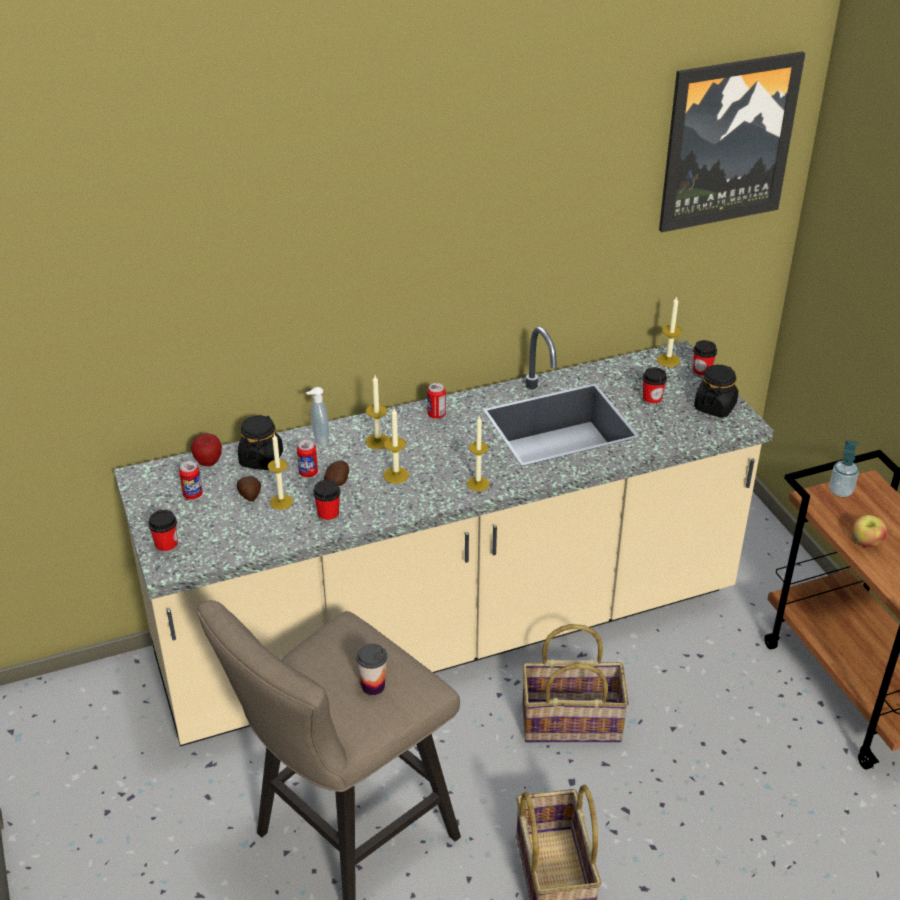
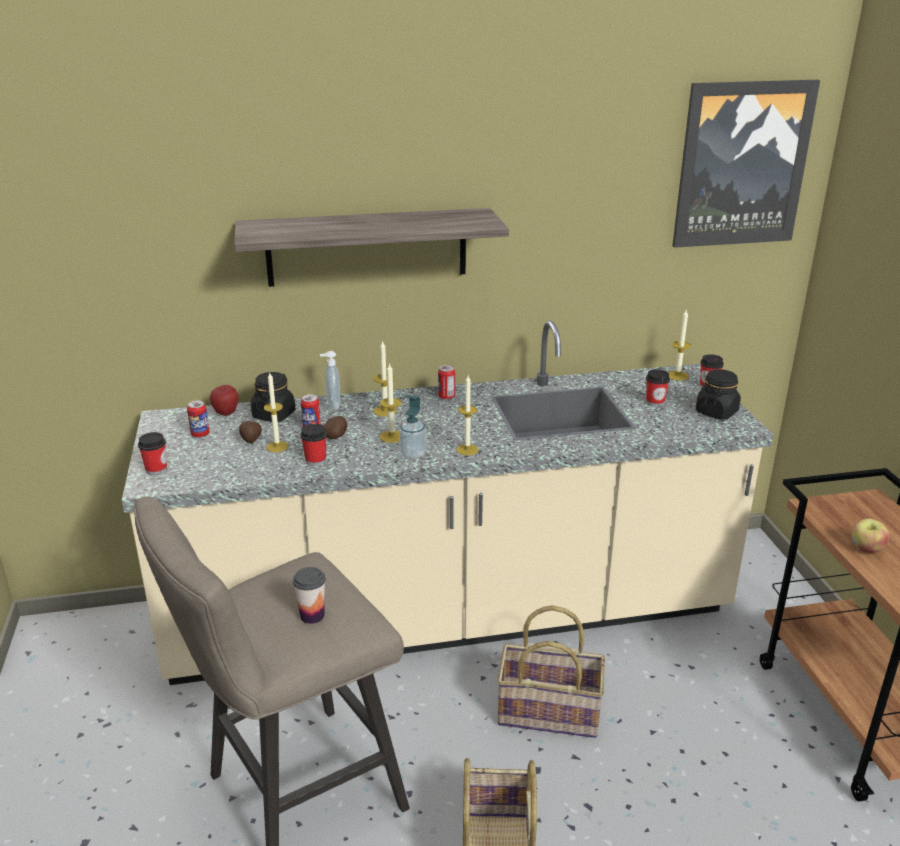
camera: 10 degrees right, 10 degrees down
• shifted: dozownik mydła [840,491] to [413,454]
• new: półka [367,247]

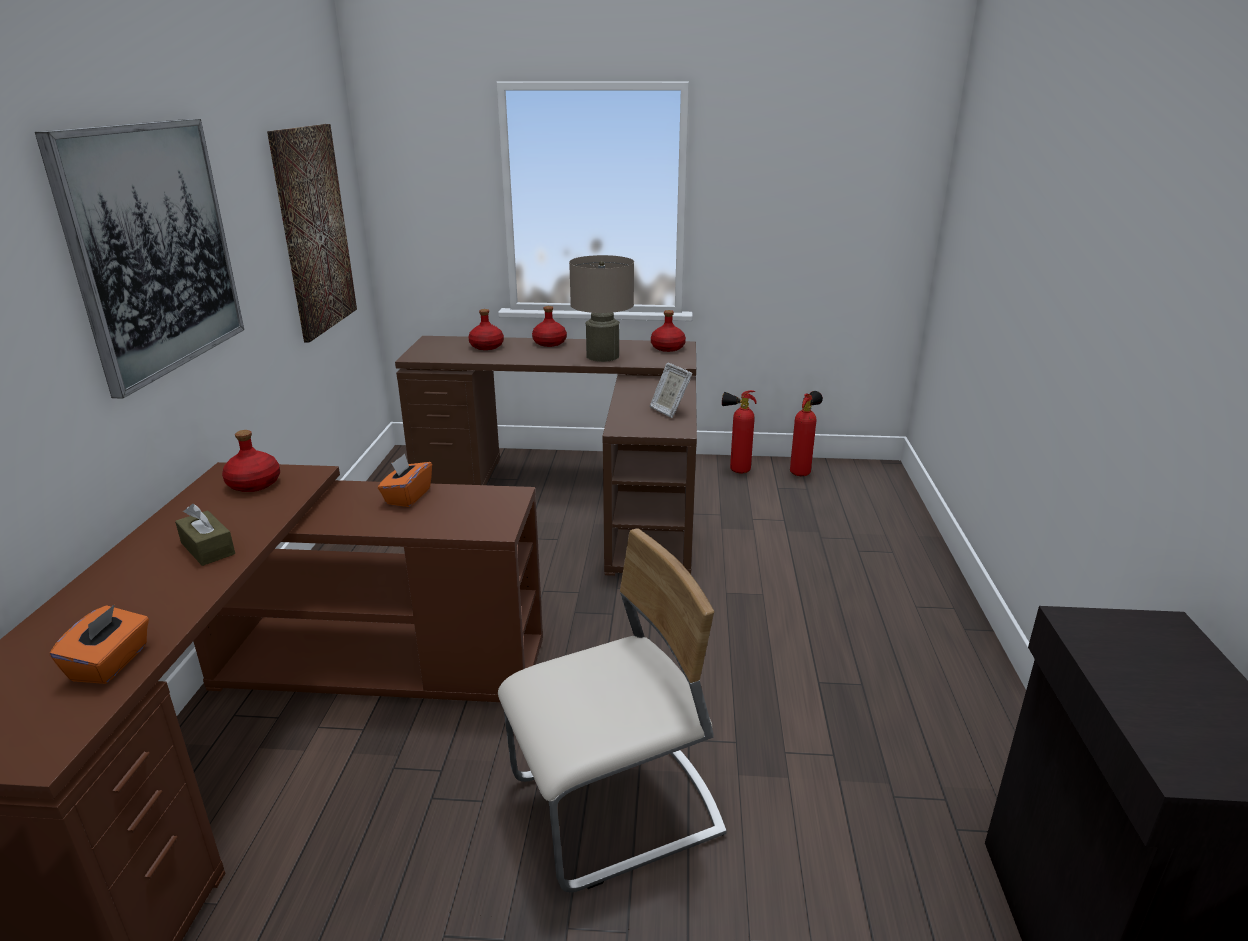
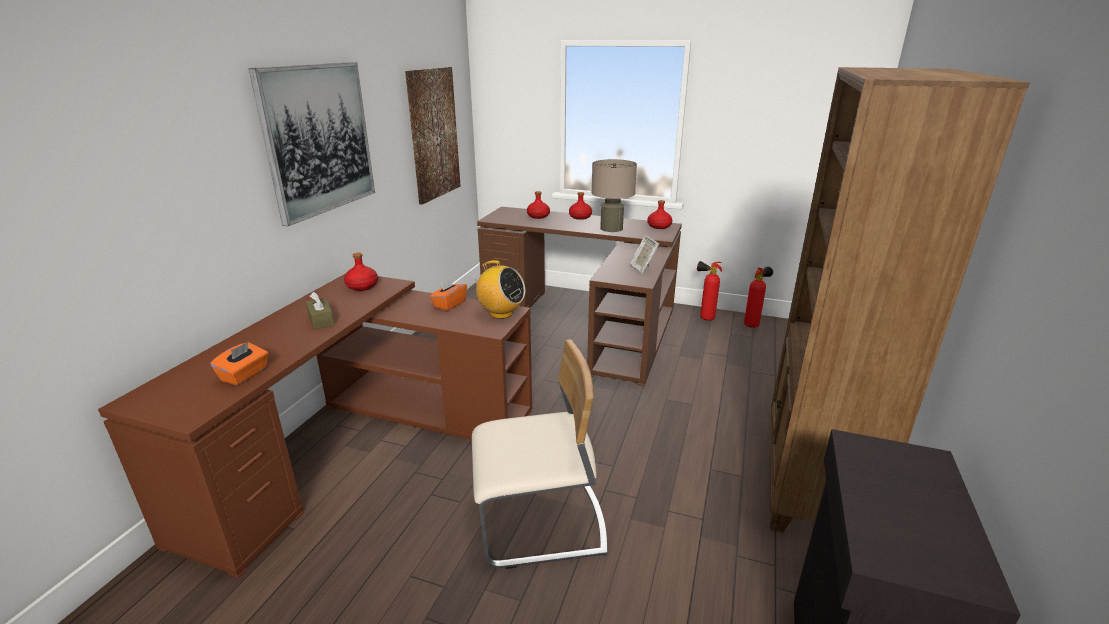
camera: 15 degrees right, 0 degrees up
• new: radio [501,313]
• new: regał (brązowy) [810,480]

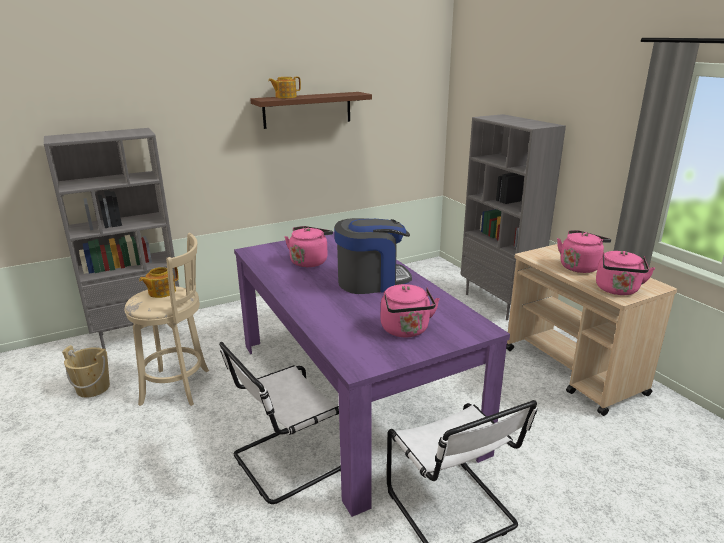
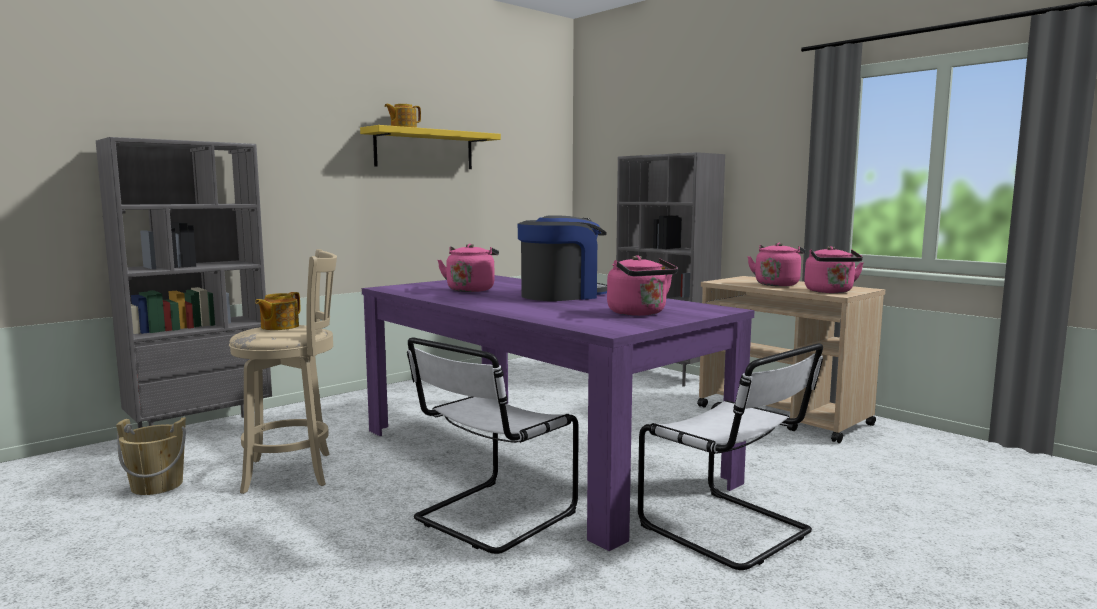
camera: 15 degrees left, 15 degrees down
• repainted: półka (brązowy) [307,110] to półka (żółty) [424,149]

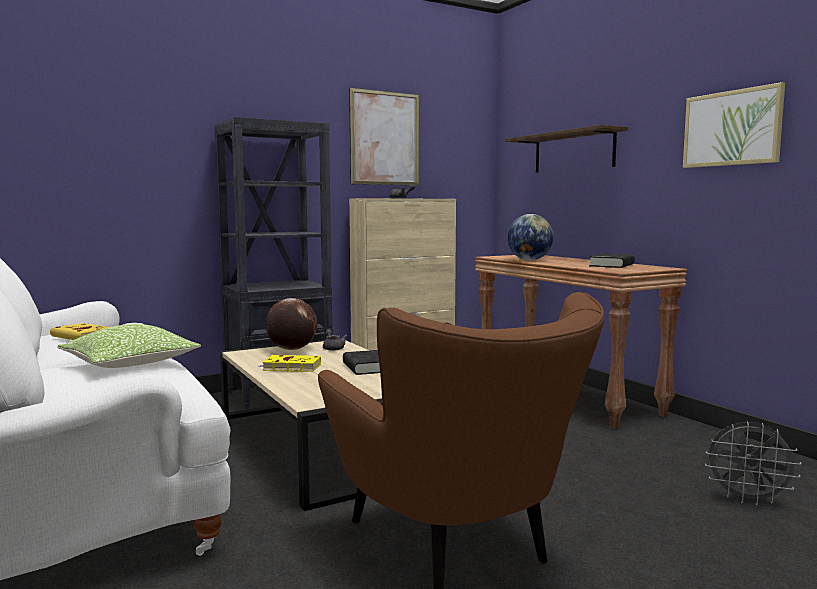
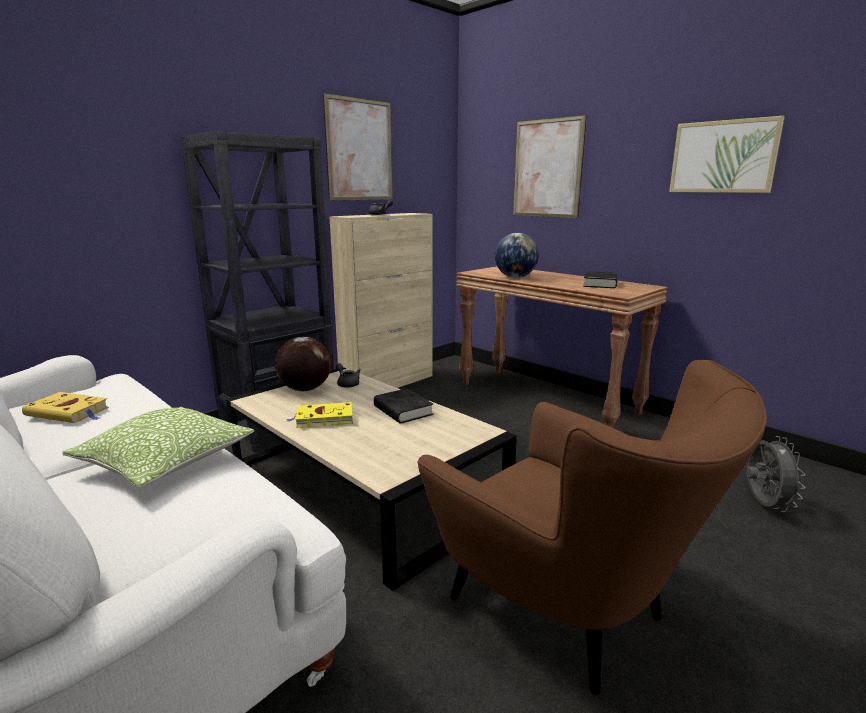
camera: 15 degrees left, 10 degrees up
• swapped: półka [573,152] to obraz [547,168]
• rotated: wentylator (szary) [747,500] = [763,505] 90 degrees counterclockwise

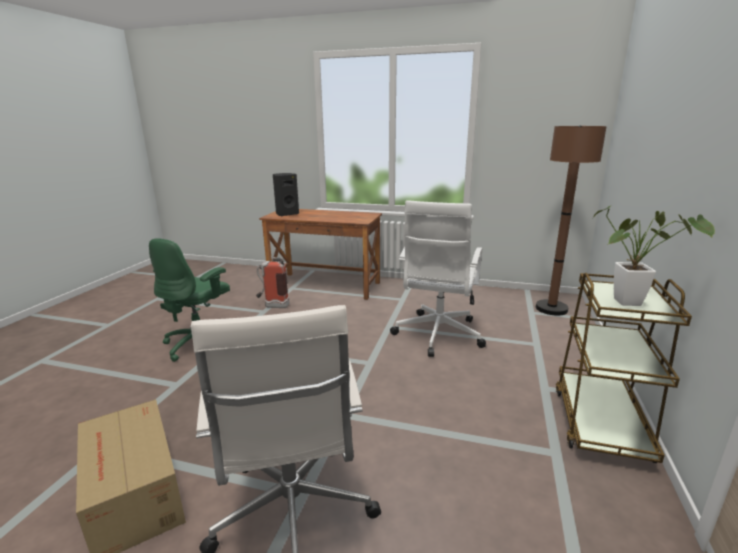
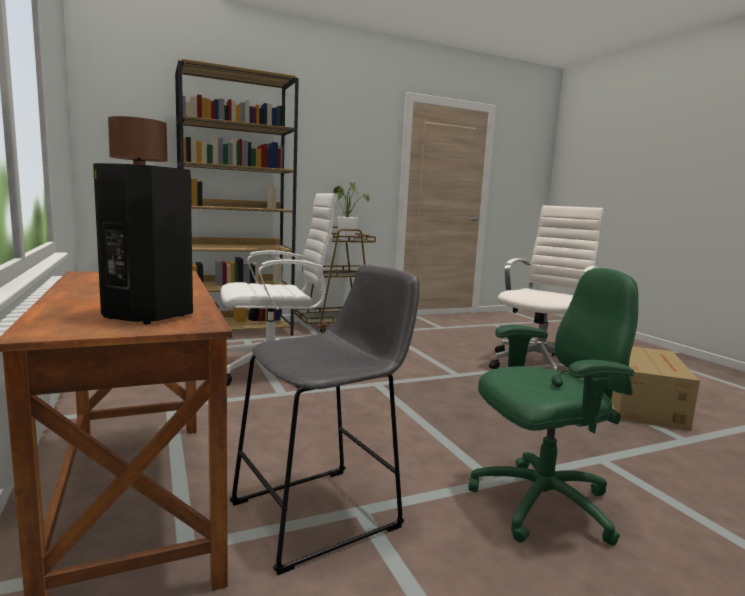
camera: 130 degrees left, 10 degrees down
• swapped: gaśnica [273,306] to stołek (szary) [324,513]
• new: regał (brązowy) [237,331]

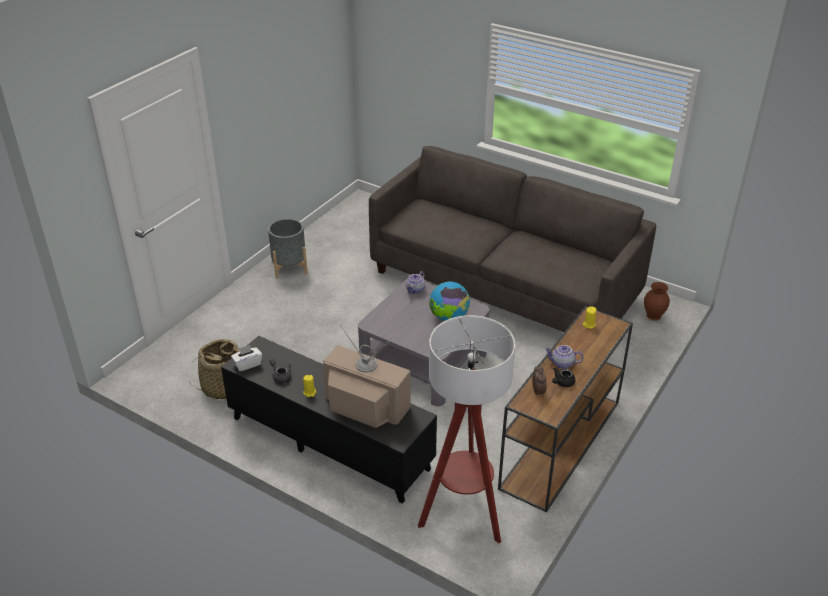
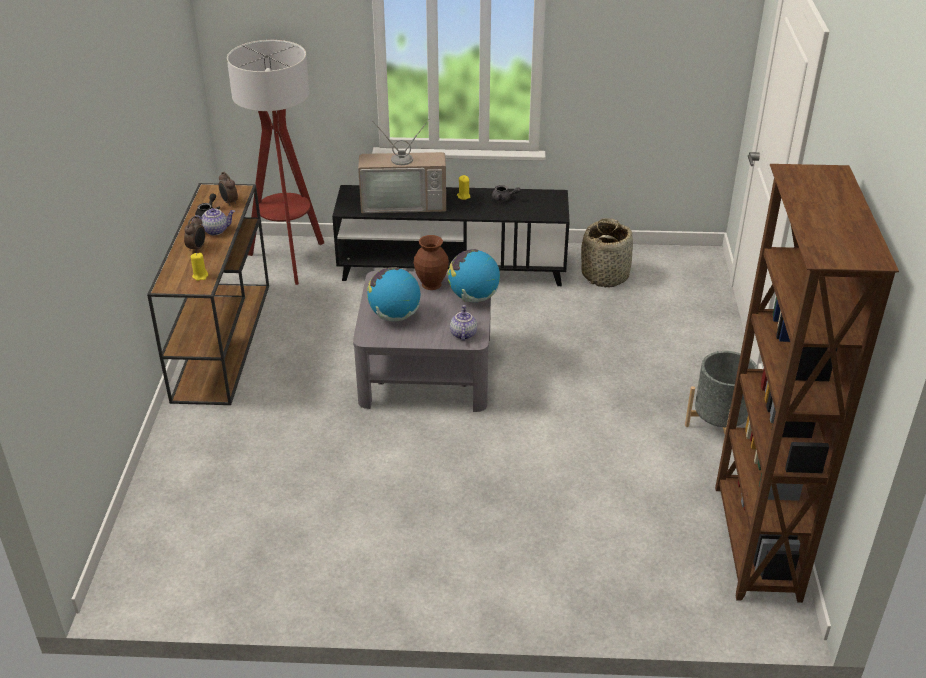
camera: 150 degrees right, 0 degrees up
• gone: pudełko chusteczek (biały) [247,364]
• gone: kanapa (szary) [504,285]
• shifted: wazon (brązowy) [653,316] to [432,284]
• new: budzik [197,248]
• new: globus [473,297]
• new: regał (brązowy) [755,543]

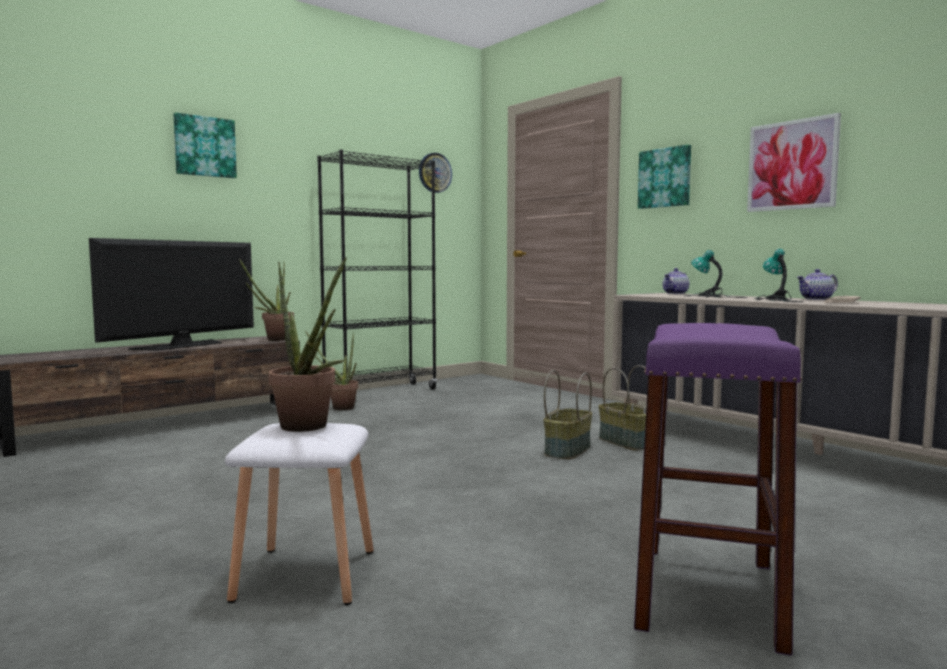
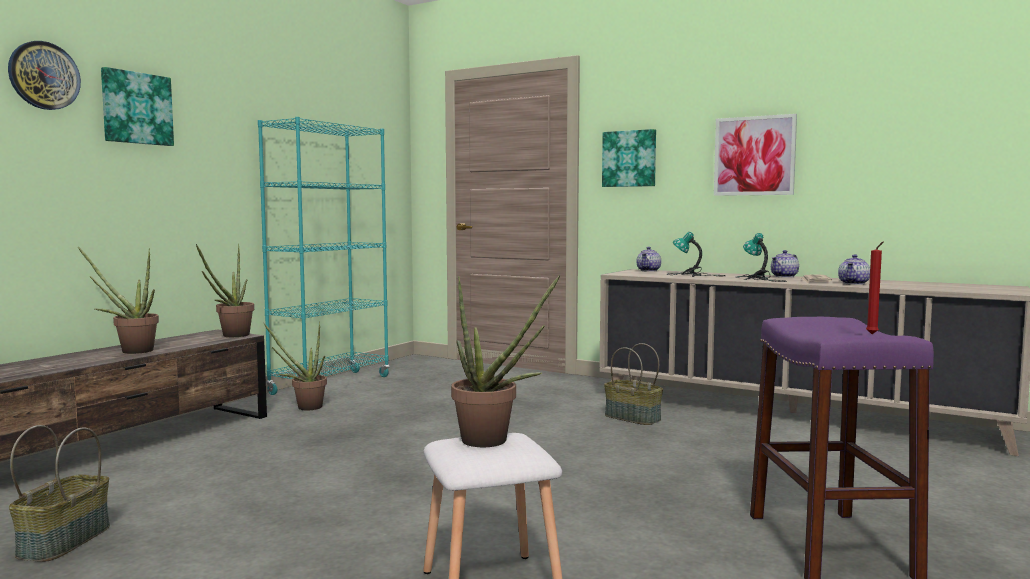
camera: 20 degrees left, 0 degrees up
• swapped: telewizor [181,345] to roślina doniczkowa [130,351]
• repainted: regał (czarny) [381,392] to regał (turkusowy) [331,385]
• shifted: zegar ścienny [434,173] to [44,75]
• shifted: koszyk [567,450] to [64,541]
• new: imbryk [854,283]
• new: świeca (czerwony) [873,334]

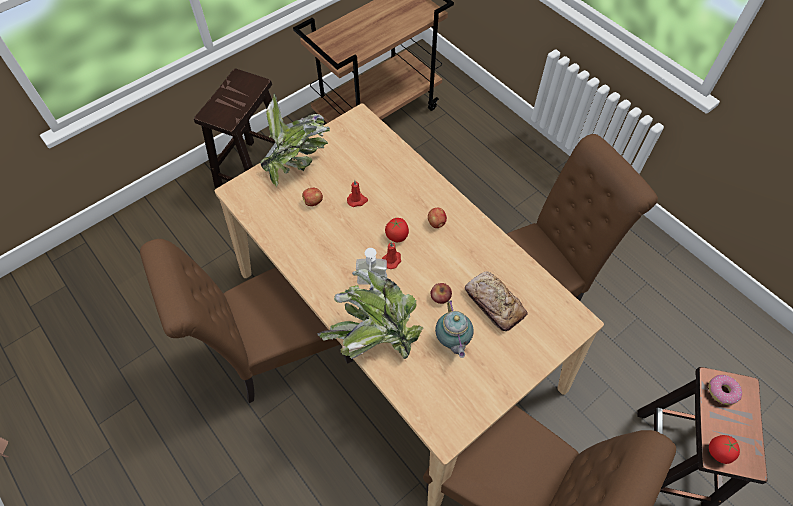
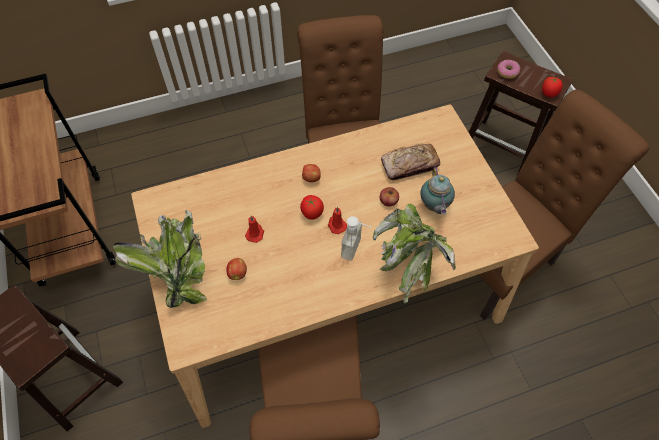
camera: 70 degrees left, 0 degrees up
• rotated: imbryk [452,341] = [434,206] 75 degrees clockwise

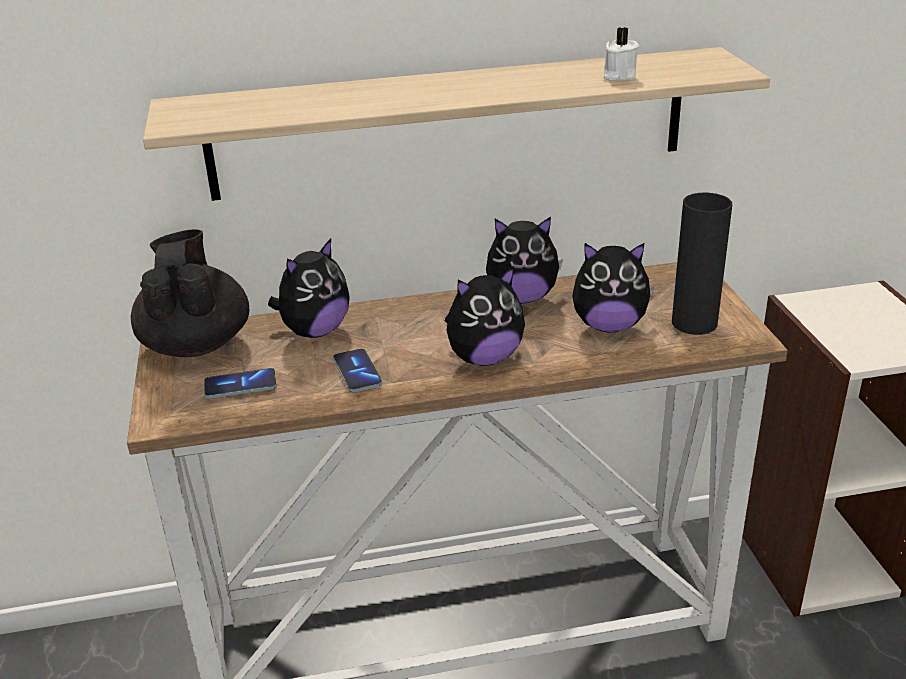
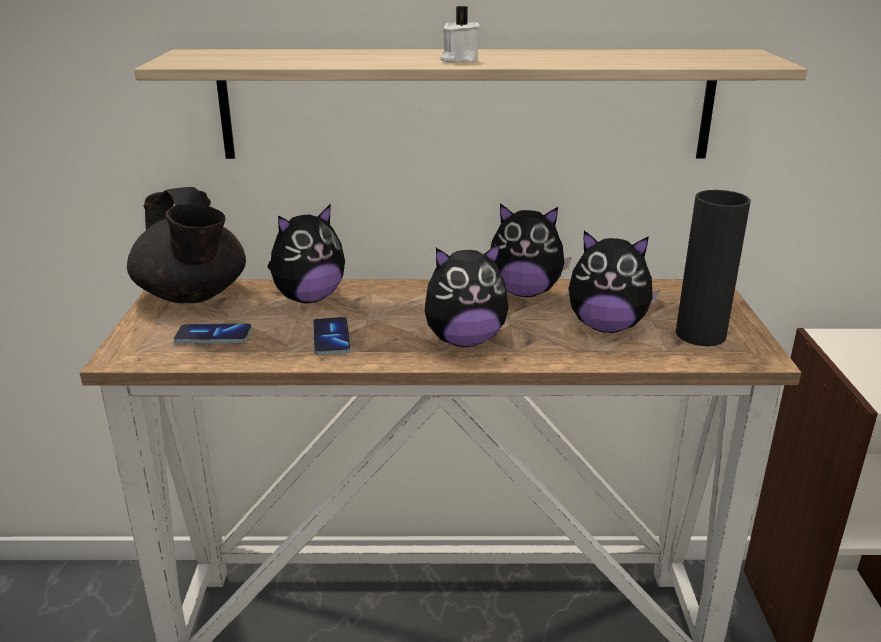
camera: 10 degrees right, 5 degrees down
• rotated: imbryk (czarny) [196,343] = [193,296] 150 degrees clockwise
• shifted: świeca (biały) [618,76] to [459,60]

